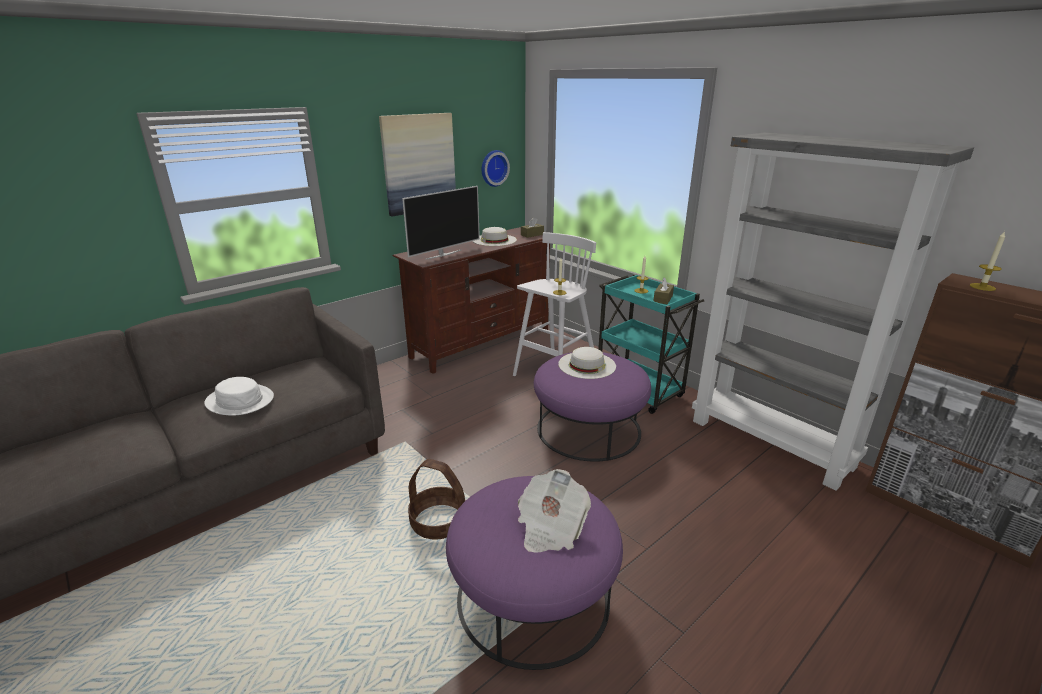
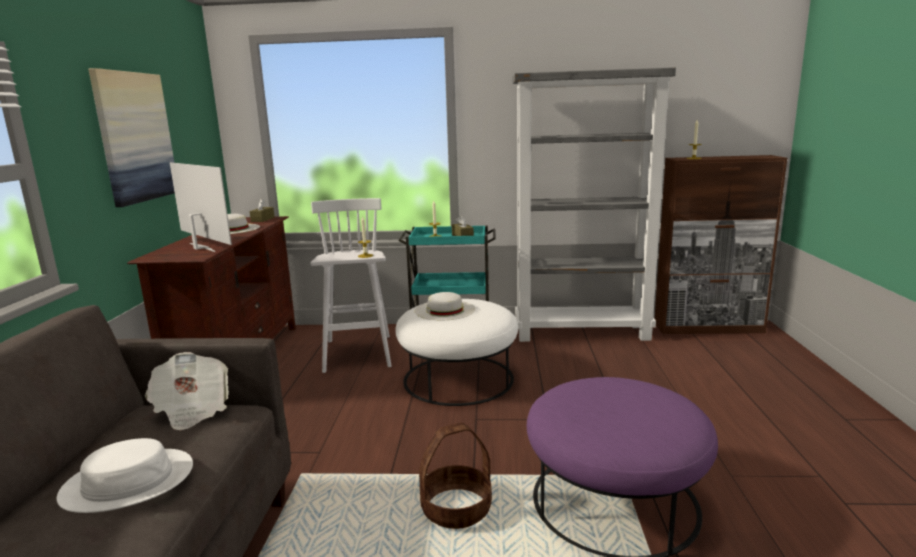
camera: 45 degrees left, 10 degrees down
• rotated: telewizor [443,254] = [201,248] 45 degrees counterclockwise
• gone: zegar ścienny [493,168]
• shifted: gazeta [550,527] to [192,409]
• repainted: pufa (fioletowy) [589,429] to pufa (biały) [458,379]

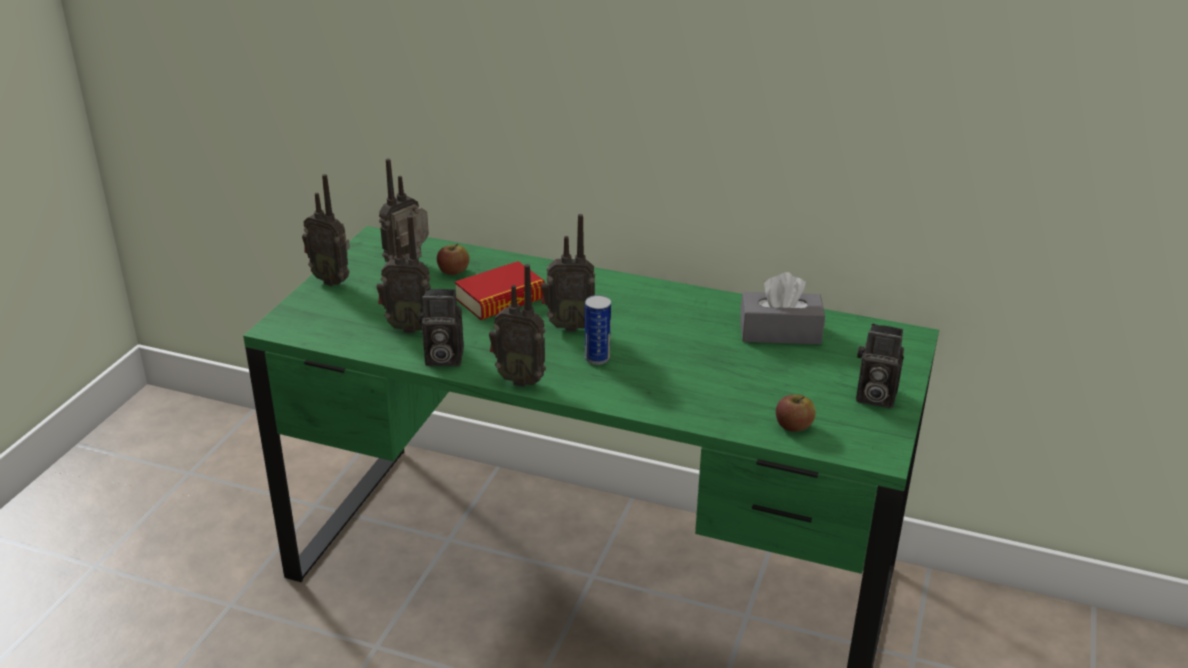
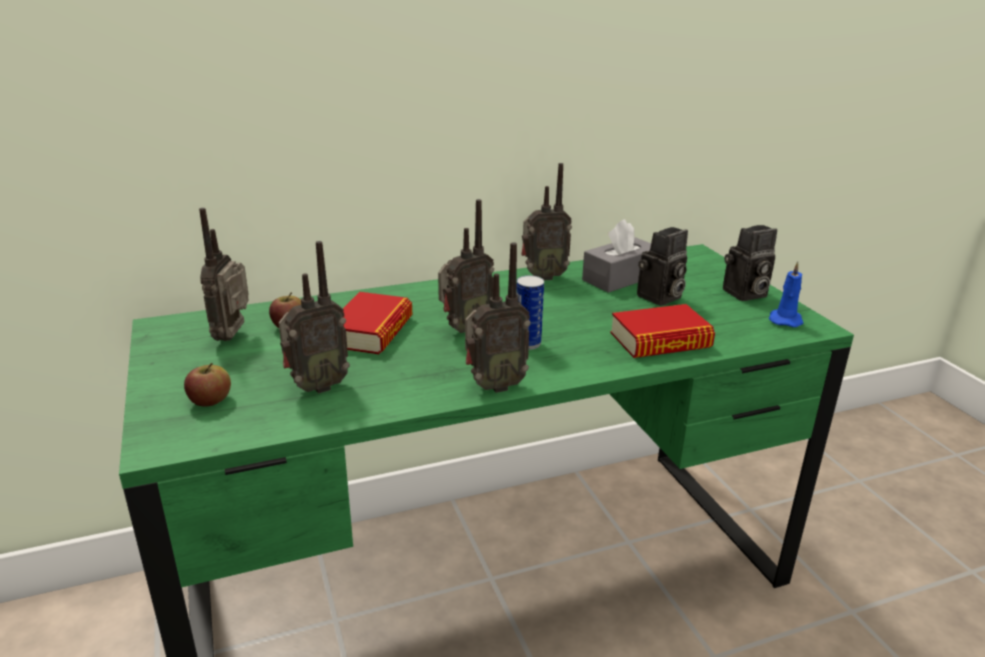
camera: 40 degrees left, 5 degrees down
• shifted: radio [332,280] to [542,276]
• shifted: aparat fotograficzny [441,358] to [659,298]
• shifted: jabłko [793,426] to [210,400]
• new: książka [660,341]
• new: świeca (niebieski) [785,320]

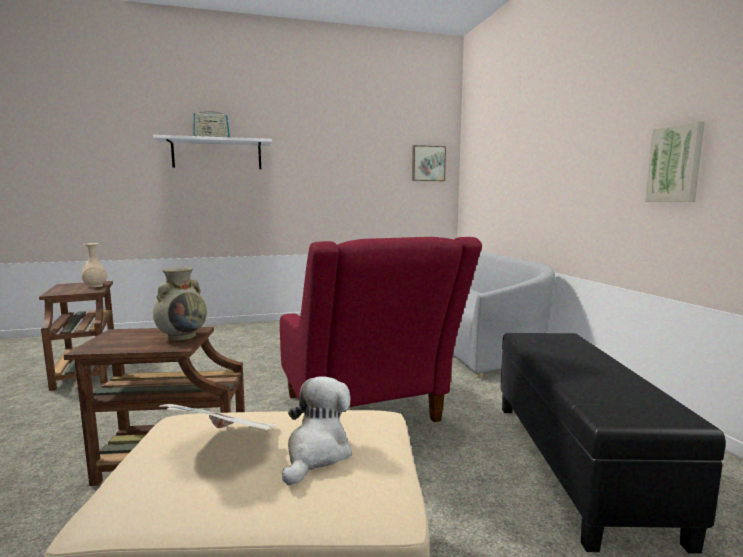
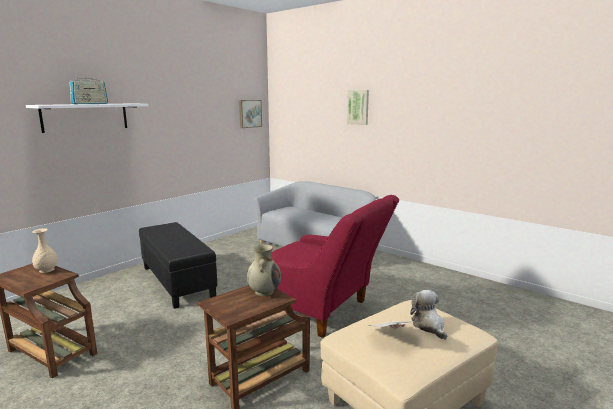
camera: 35 degrees left, 5 degrees up
• shifted: pufa (czarny) [577,463] to [178,281]
• shifted: obraz [676,164] to [358,107]

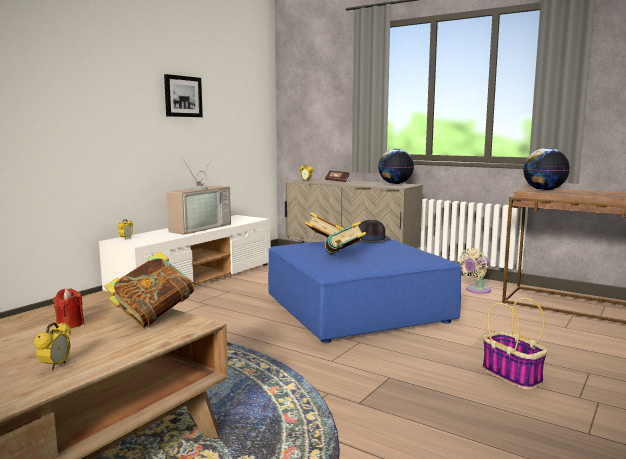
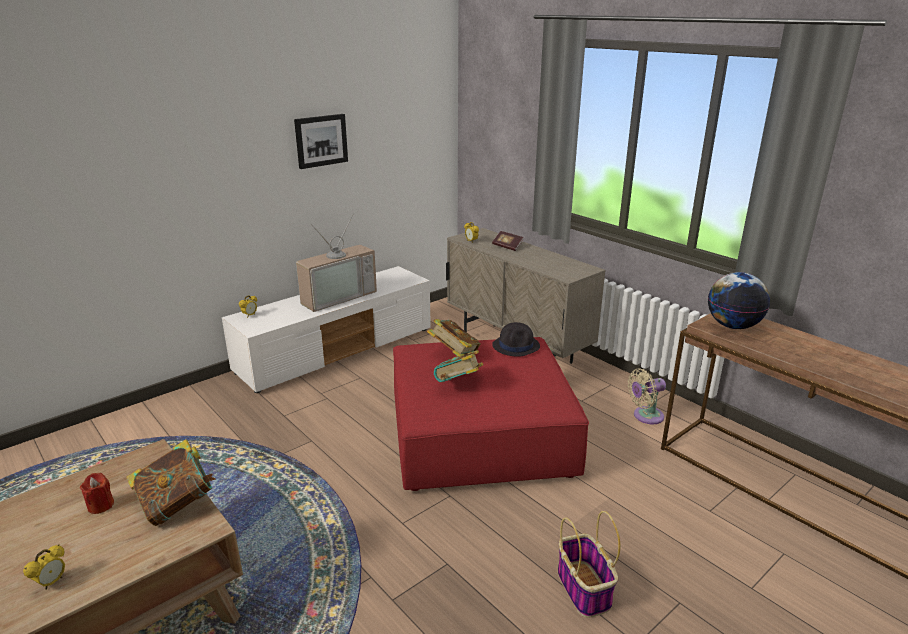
camera: 15 degrees right, 15 degrees up
• repainted: pufa (niebieski) [357,310] to pufa (czerwony) [480,434]
• gone: globus [395,184]

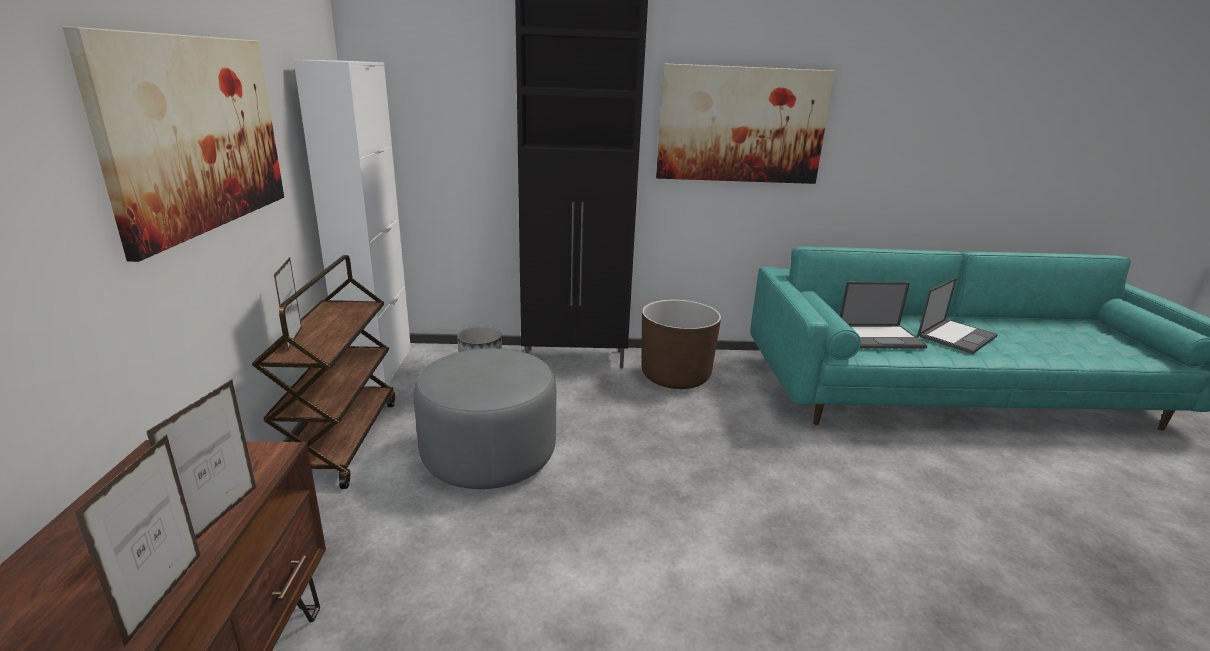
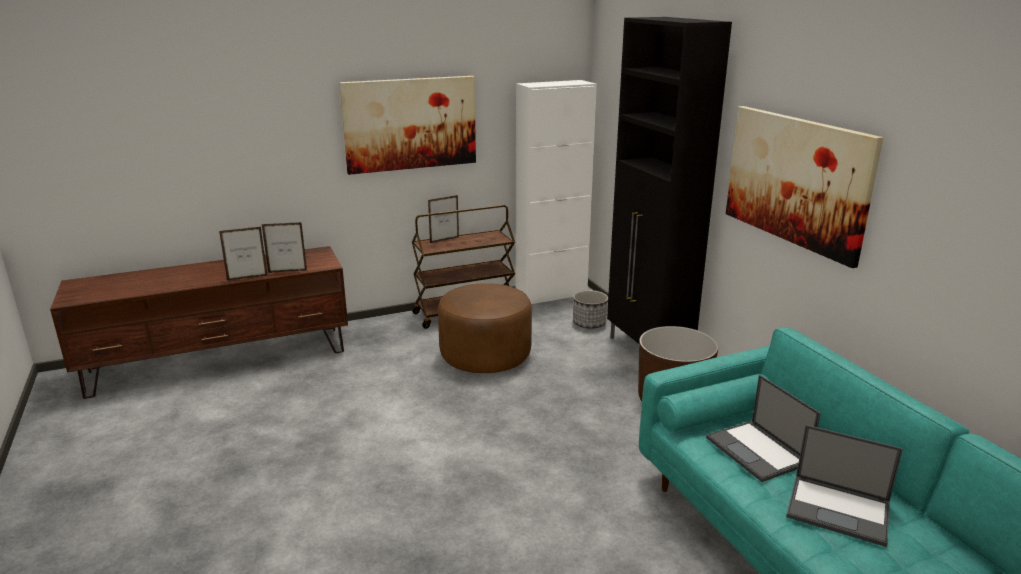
camera: 70 degrees right, 0 degrees up
• repainted: pufa (szary) [489,455] to pufa (brązowy) [485,356]

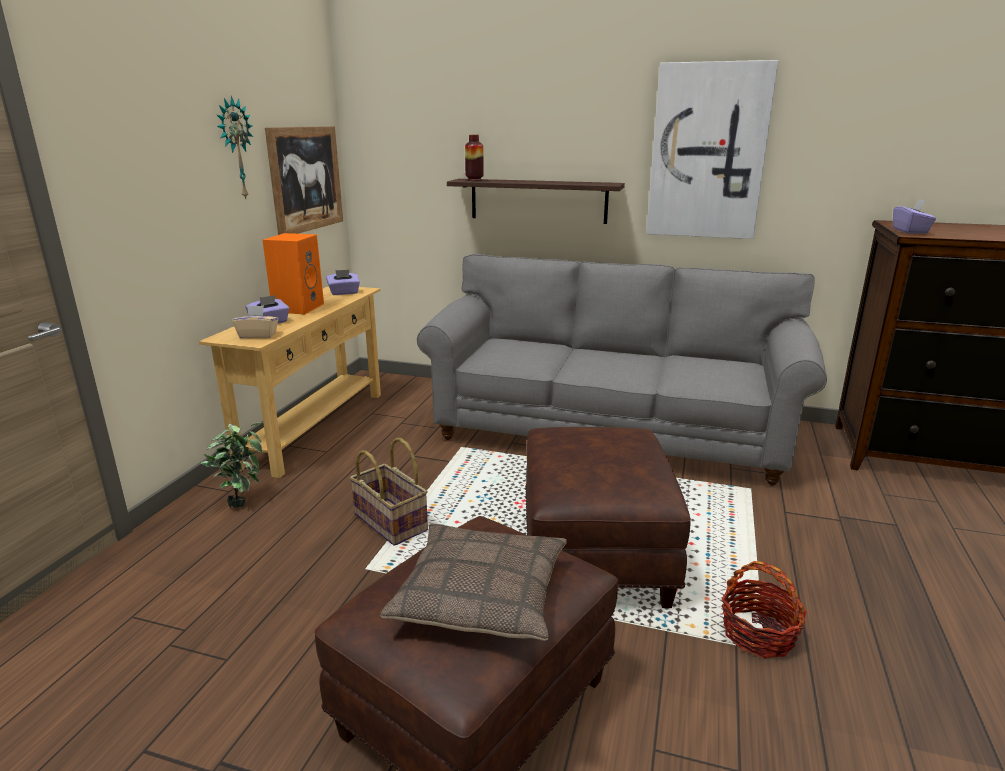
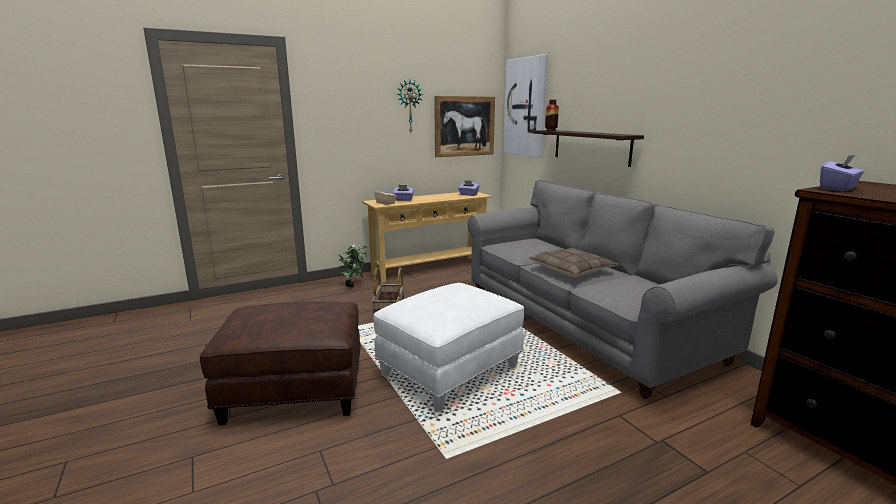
camera: 45 degrees right, 5 degrees down
• gone: głośnik (pomarańczowy) [298,307]
• shifted: poduszka [481,594] to [572,270]
• repainted: pufa (brązowy) [596,555] to pufa (biały) [450,372]
• shifted: obraz [707,152] to [526,107]
• gone: koszyk [758,634]

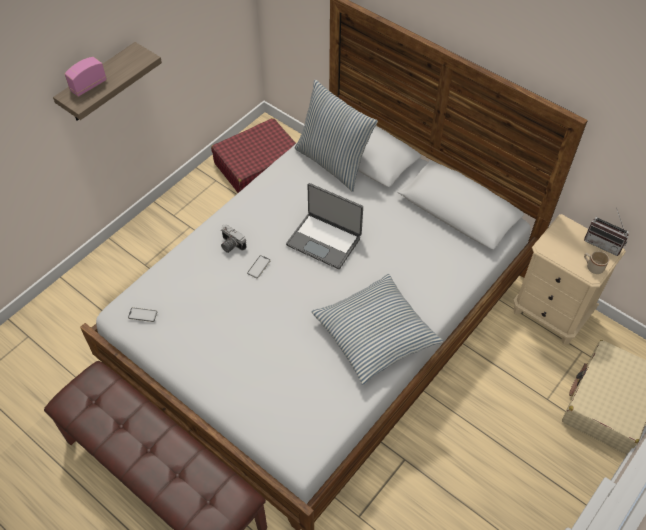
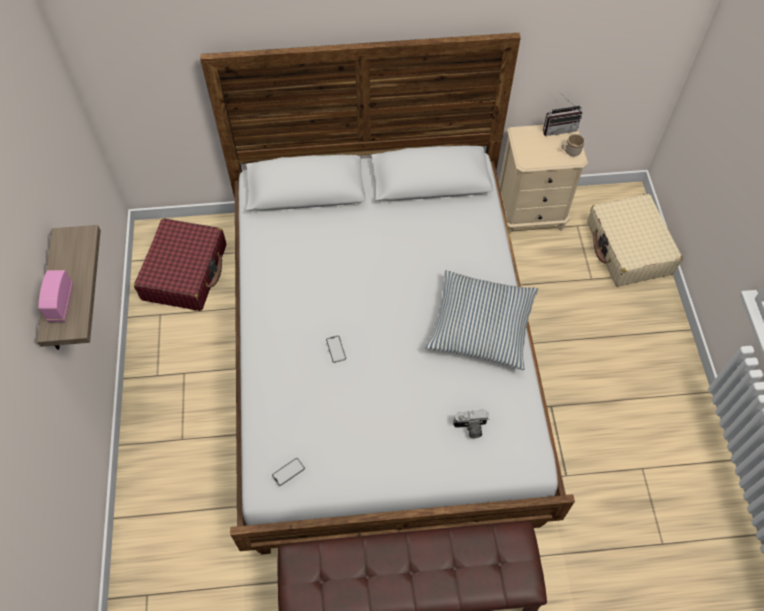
camera: 45 degrees left, 5 degrees up
• shifted: aparat fotograficzny [230,245] to [470,428]
• gone: laptop [324,240]
• gone: poduszka [333,162]

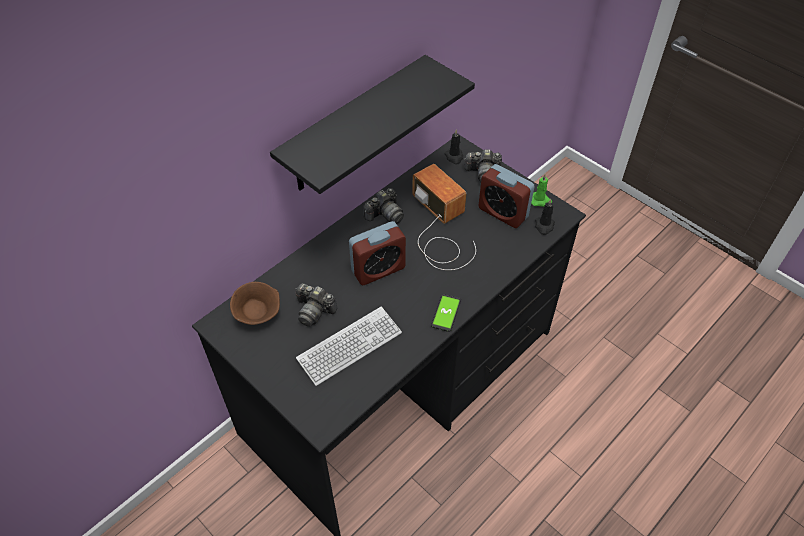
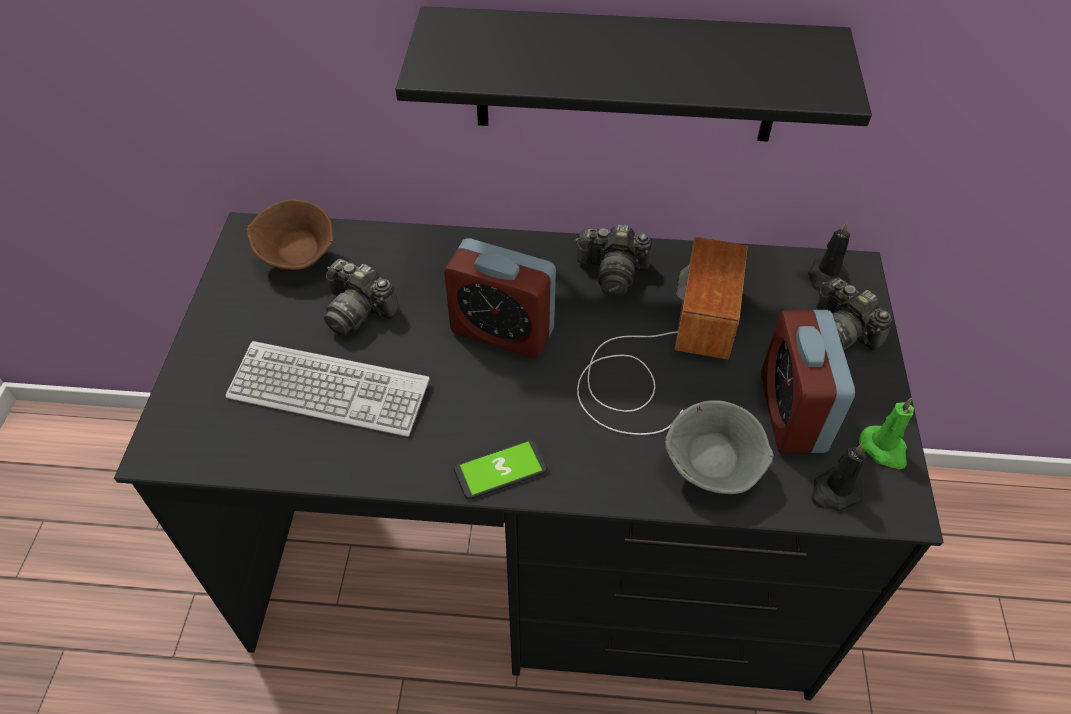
camera: 50 degrees right, 0 degrees up
• rotated: aparat fotograficzny [314,310] = [358,310] 45 degrees counterclockwise
• new: miska (szary) [712,469]

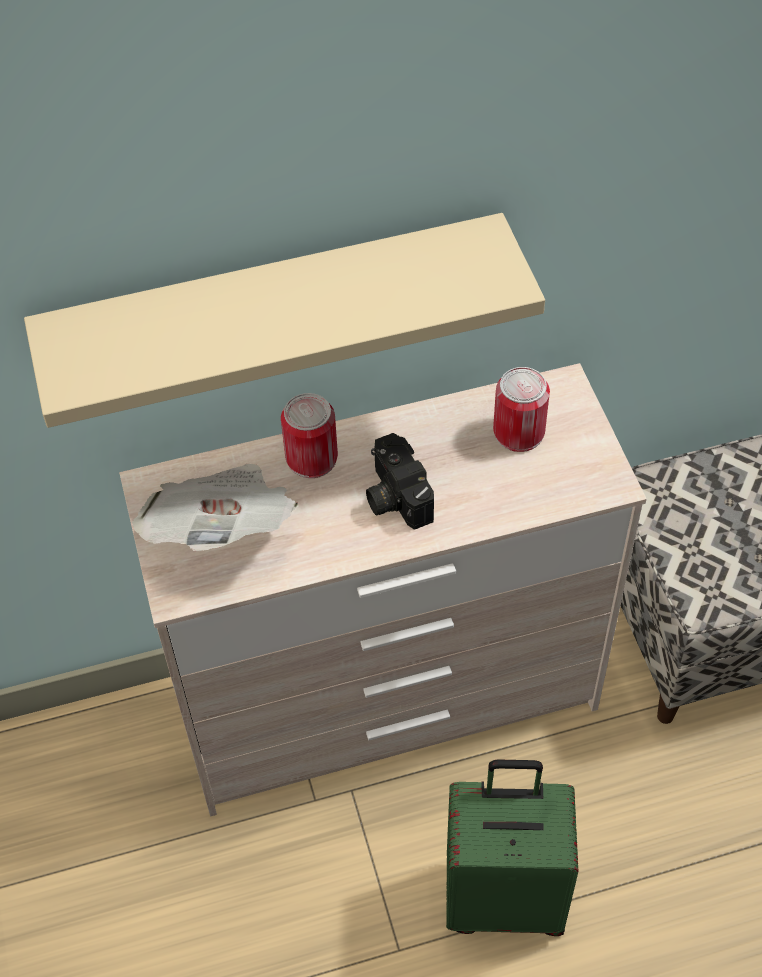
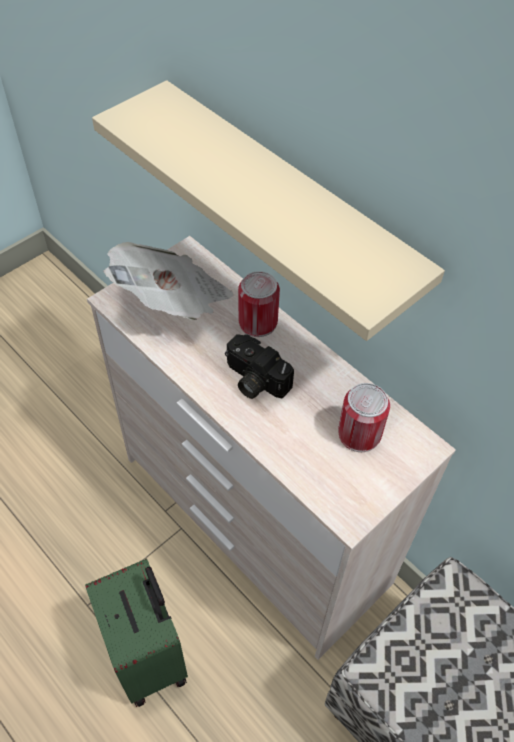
camera: 60 degrees right, 0 degrees up
• rotated: aparat fotograficzny [394,496] = [253,380] 90 degrees counterclockwise

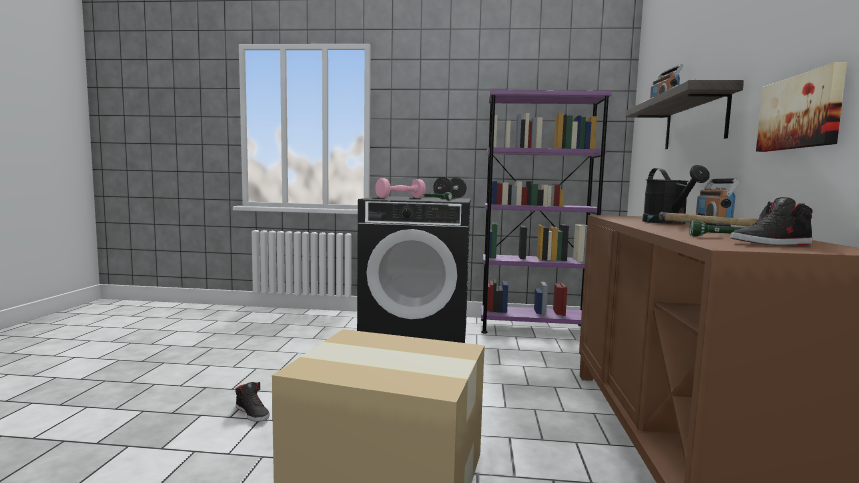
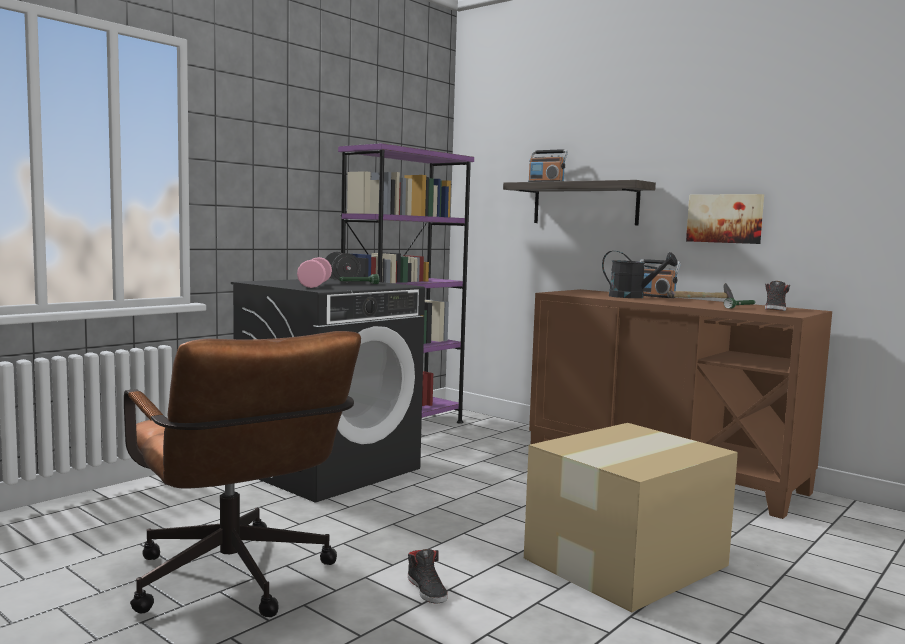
camera: 55 degrees left, 0 degrees up
• rotated: but (czarny) [252,413] = [427,590] 75 degrees clockwise
• new: krzesło biurowe (brązowy) [237,583]

